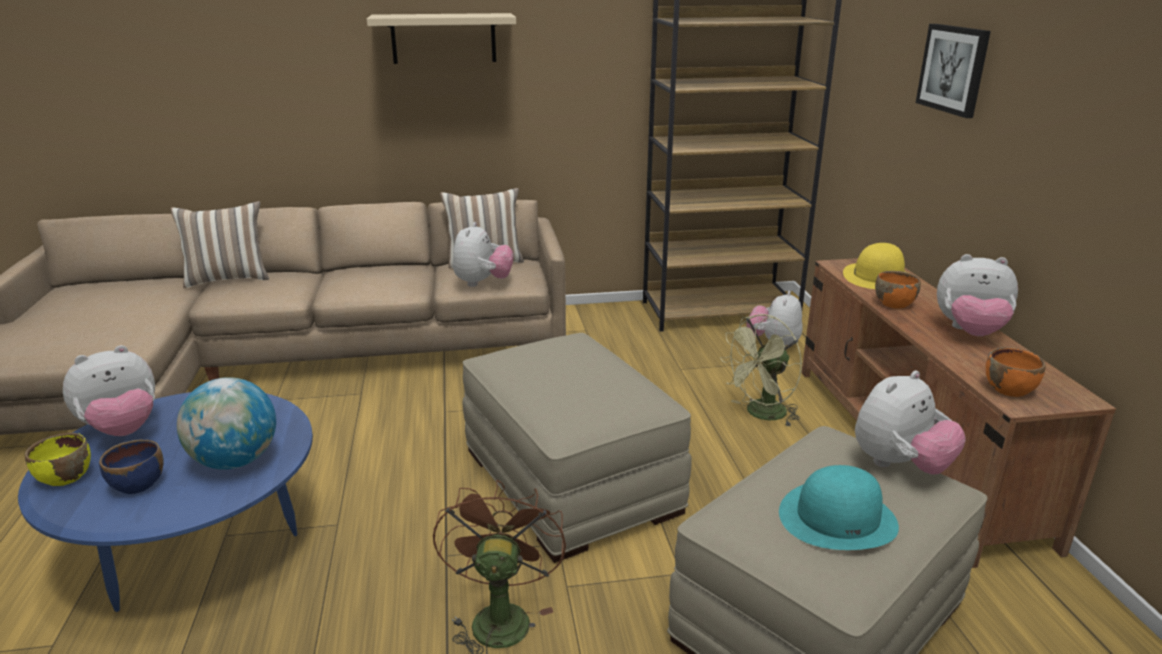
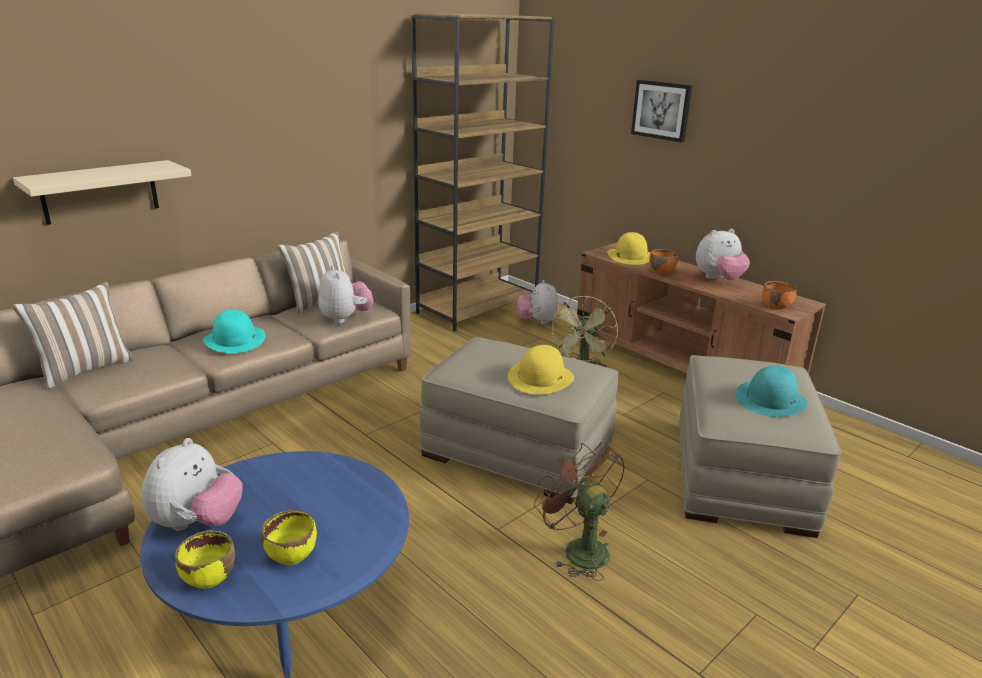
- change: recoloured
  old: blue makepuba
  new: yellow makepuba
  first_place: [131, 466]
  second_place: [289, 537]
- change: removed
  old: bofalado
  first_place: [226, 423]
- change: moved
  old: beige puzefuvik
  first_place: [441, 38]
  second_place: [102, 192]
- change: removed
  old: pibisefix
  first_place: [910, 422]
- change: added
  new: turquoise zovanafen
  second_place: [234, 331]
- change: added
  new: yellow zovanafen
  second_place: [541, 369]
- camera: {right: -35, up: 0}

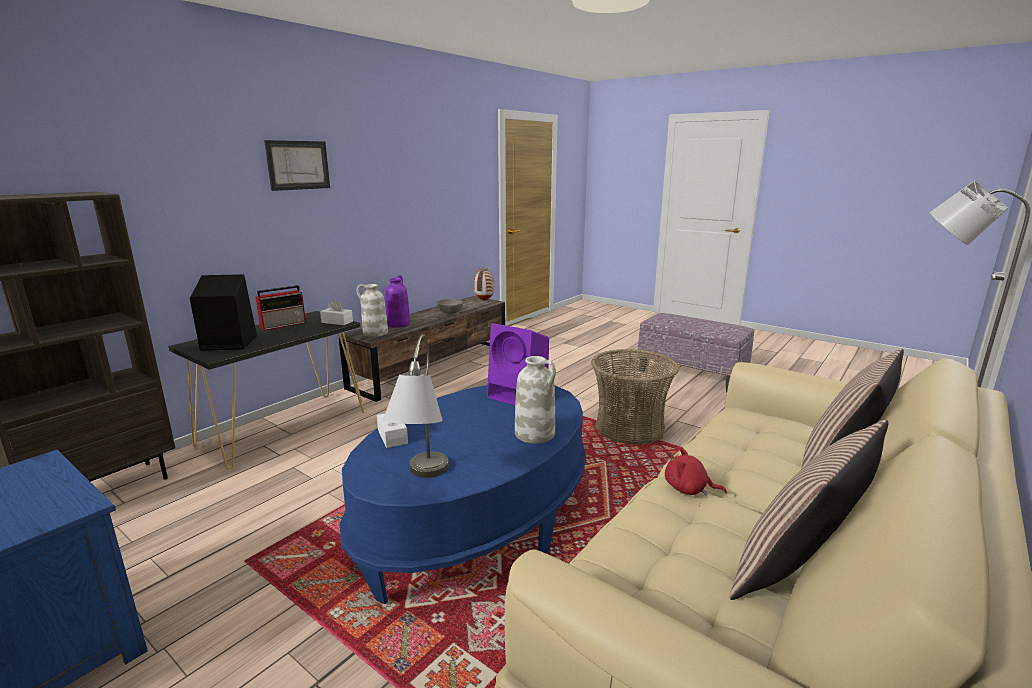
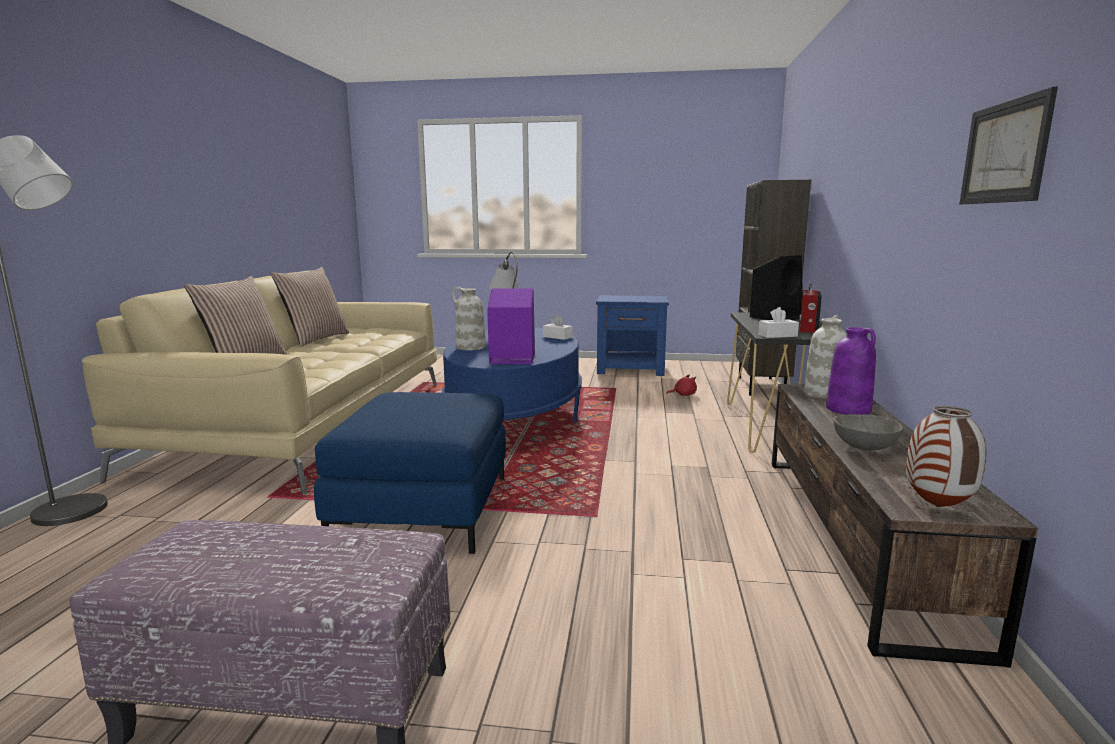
- change: moved
  old: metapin
  first_place: [297, 165]
  second_place: [1008, 145]
- change: replaced
  old: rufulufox
  new: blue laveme
  first_place: [635, 397]
  second_place: [410, 473]
- change: moved
  old: red pibisefix
  first_place: [696, 471]
  second_place: [681, 385]
- camera: {right: 150, up: -5}

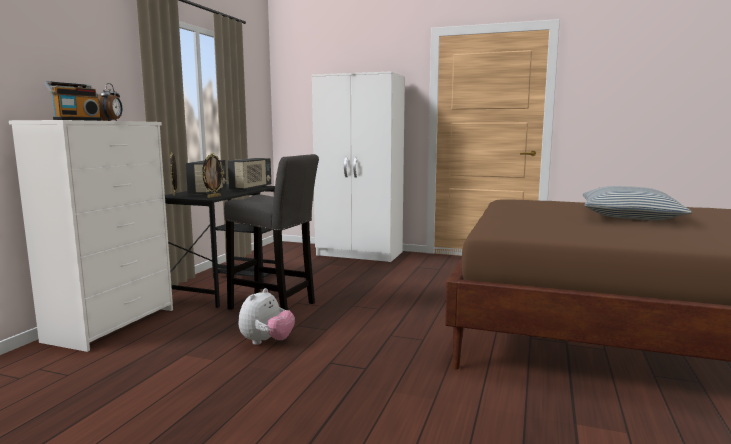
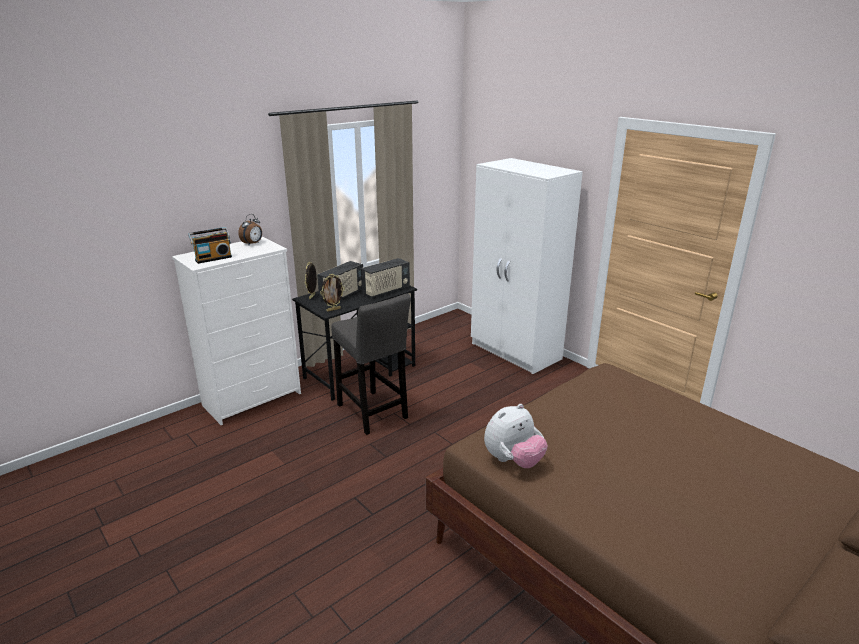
- change: moved
  old: pibisefix
  first_place: [267, 316]
  second_place: [516, 436]
- change: removed
  old: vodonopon
  first_place: [637, 203]
- camera: {right: 30, up: 15}

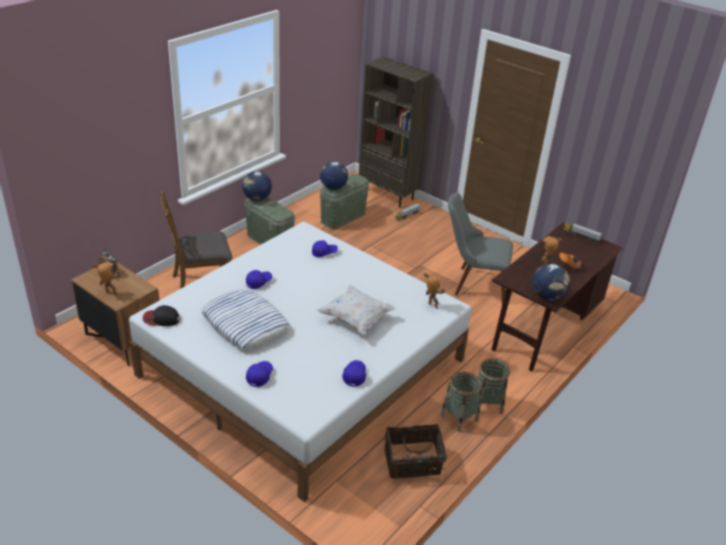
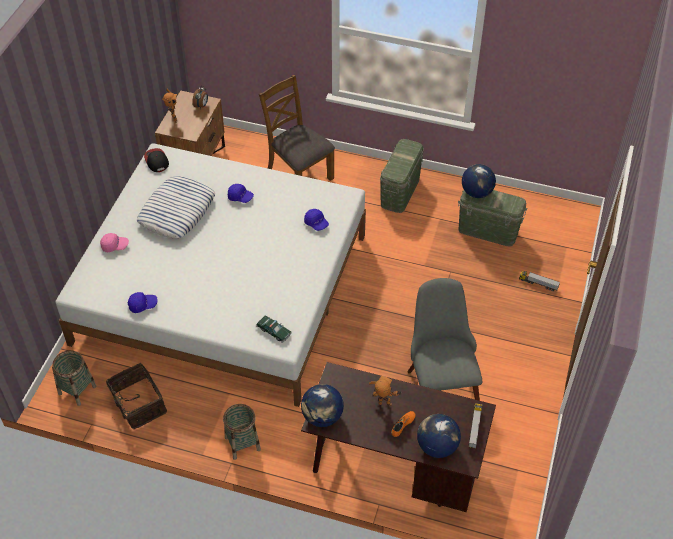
- change: moved
  old: bofalado
  first_place: [257, 186]
  second_place: [439, 436]
- change: recoloured
  old: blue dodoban
  new: pink dodoban
  first_place: [259, 374]
  second_place: [114, 242]
- change: removed
  old: white vodonopon
  first_place: [356, 309]
- change: removed
  old: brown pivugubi
  first_place: [396, 132]
- change: replaced
  old: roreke
  new: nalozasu
  first_place: [434, 291]
  second_place: [274, 329]
- change: moved
  old: rufulufox
  first_place: [461, 402]
  second_place: [74, 378]
- camera: {right: 70, up: 15}

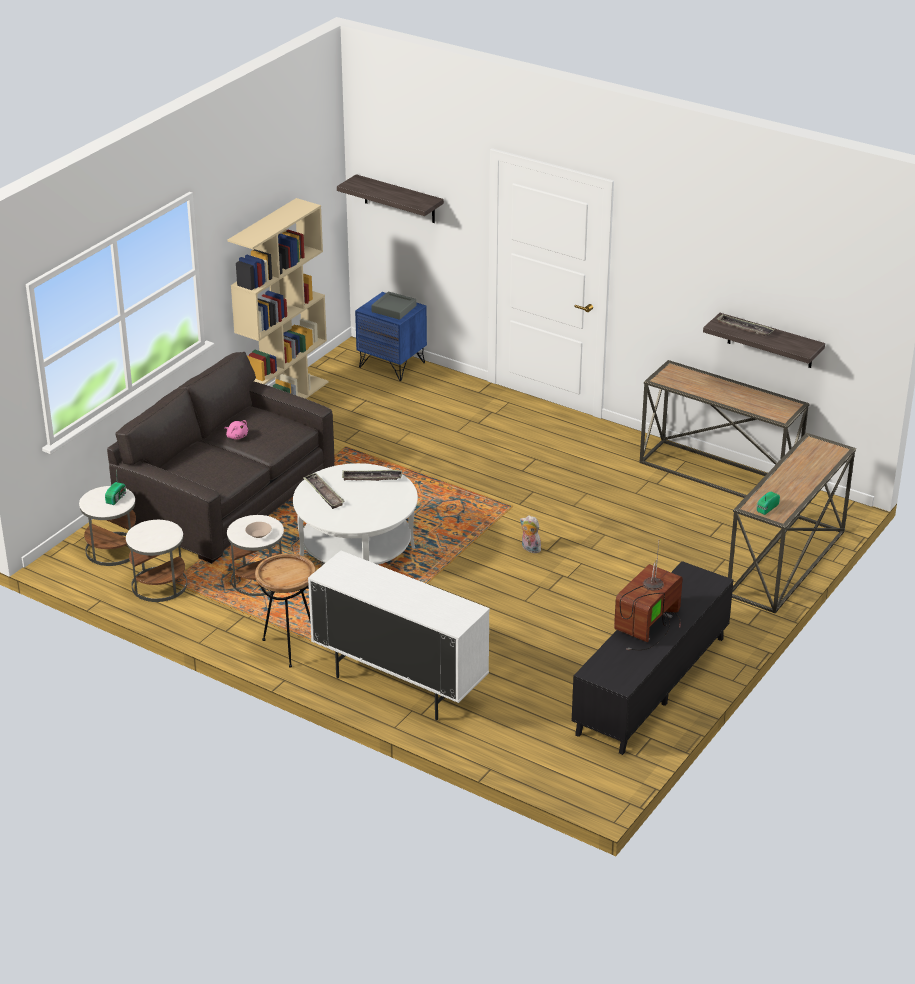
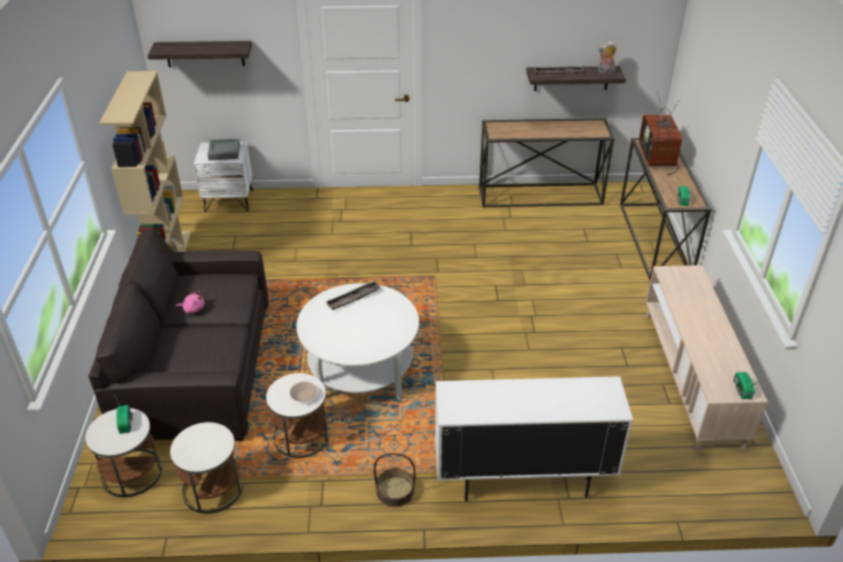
- change: replaced
  old: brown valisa
  new: rufulufox
  first_place: [285, 611]
  second_place: [395, 480]
- change: removed
  old: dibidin
  first_place: [324, 491]
- change: recoloured
  old: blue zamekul
  new: white zamekul
  first_place: [391, 336]
  second_place: [223, 177]
- change: moved
  old: pibisefix
  first_place: [531, 534]
  second_place: [607, 58]
- change: recoloured
  old: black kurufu
  new: beige kurufu
  first_place: [653, 658]
  second_place: [707, 358]
- change: moved
  old: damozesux
  first_place: [648, 596]
  second_place: [660, 133]
- change: added
  new: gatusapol
  second_place: [746, 385]
- camera: {right: -35, up: 5}

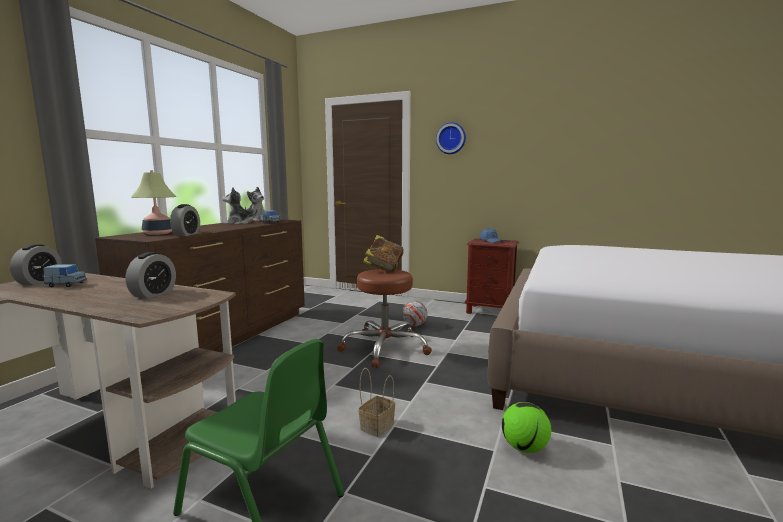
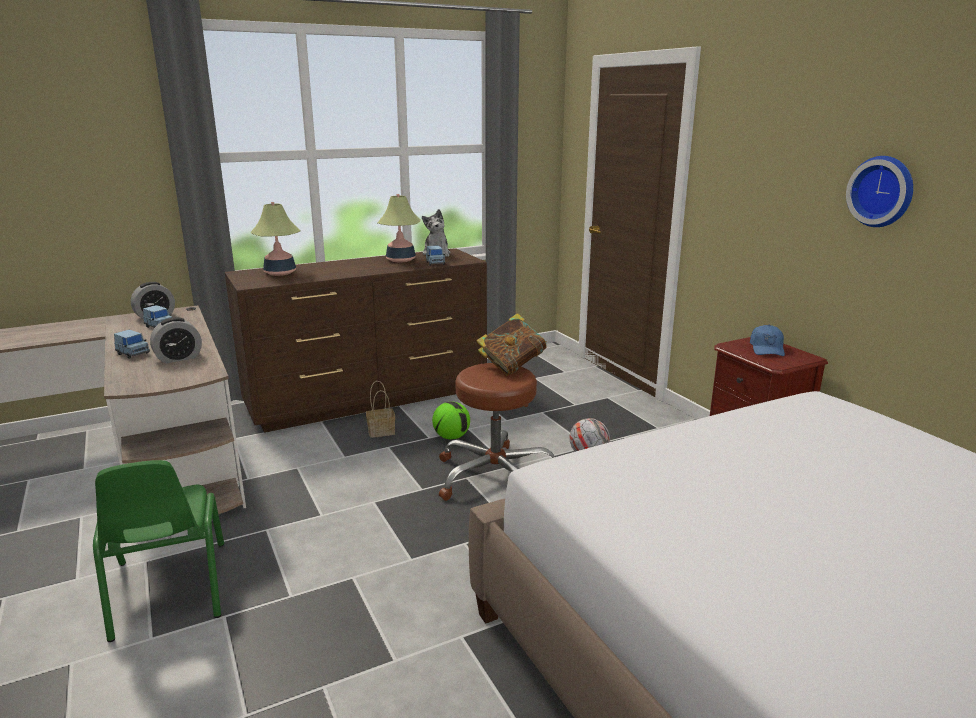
- change: removed
  old: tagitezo
  first_place: [185, 220]
- change: replaced
  old: pibisefix
  new: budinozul
  first_place: [240, 206]
  second_place: [399, 228]
- change: moved
  old: rufulufox
  first_place: [377, 402]
  second_place: [380, 409]
- change: moved
  old: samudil
  first_place: [451, 138]
  second_place: [879, 191]
- change: moved
  old: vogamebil
  first_place: [526, 427]
  second_place: [451, 420]
- change: added
  new: blue nalozasu
  second_place: [132, 344]
- camera: {right: 40, up: 10}

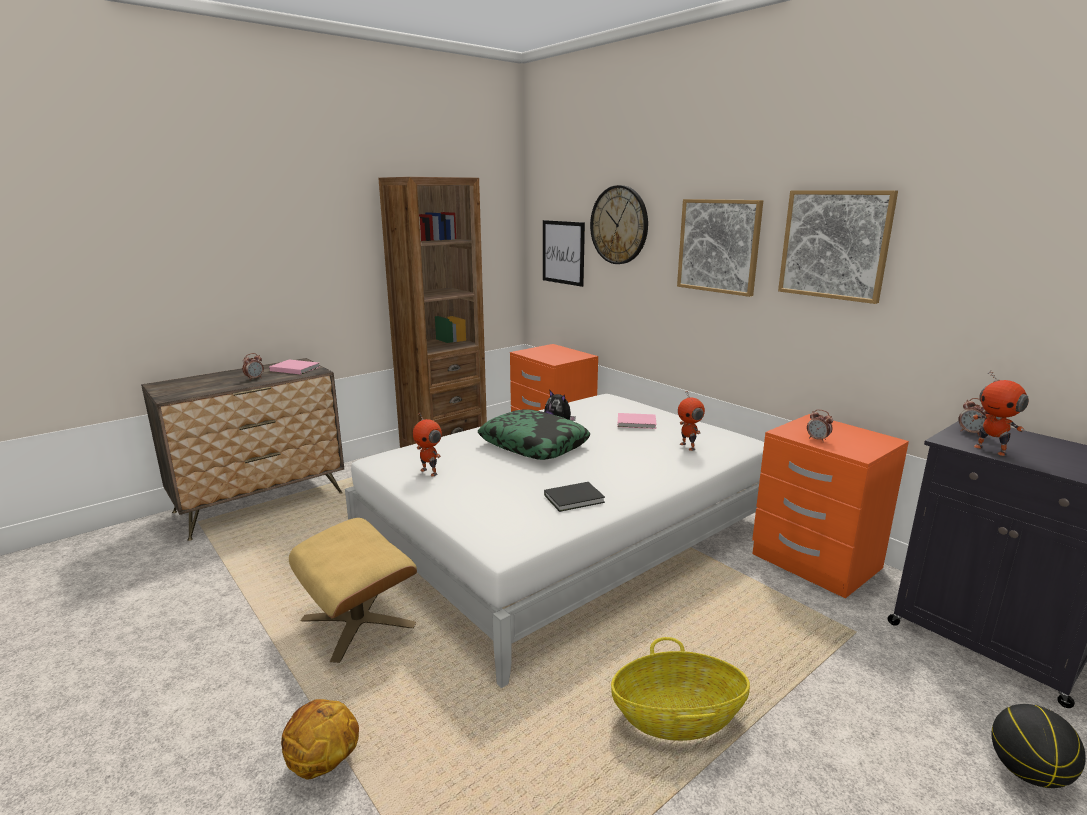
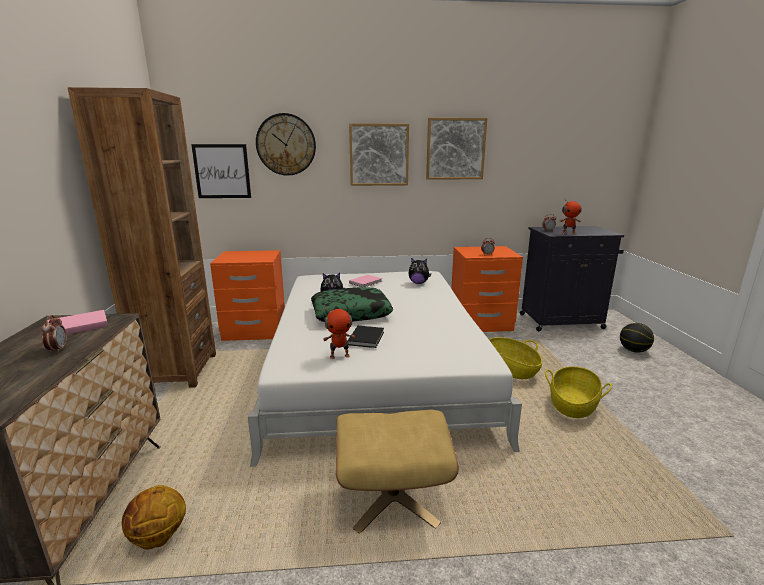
- change: moved
  old: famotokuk
  first_place: [320, 739]
  second_place: [154, 517]
- change: moved
  old: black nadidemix
  first_place: [574, 497]
  second_place: [366, 337]
- change: replaced
  old: roreke
  new: pibisefix
  first_place: [691, 420]
  second_place: [419, 271]
- change: added
  new: rufulufox
  second_place: [515, 358]
- camera: {right: -55, up: 0}

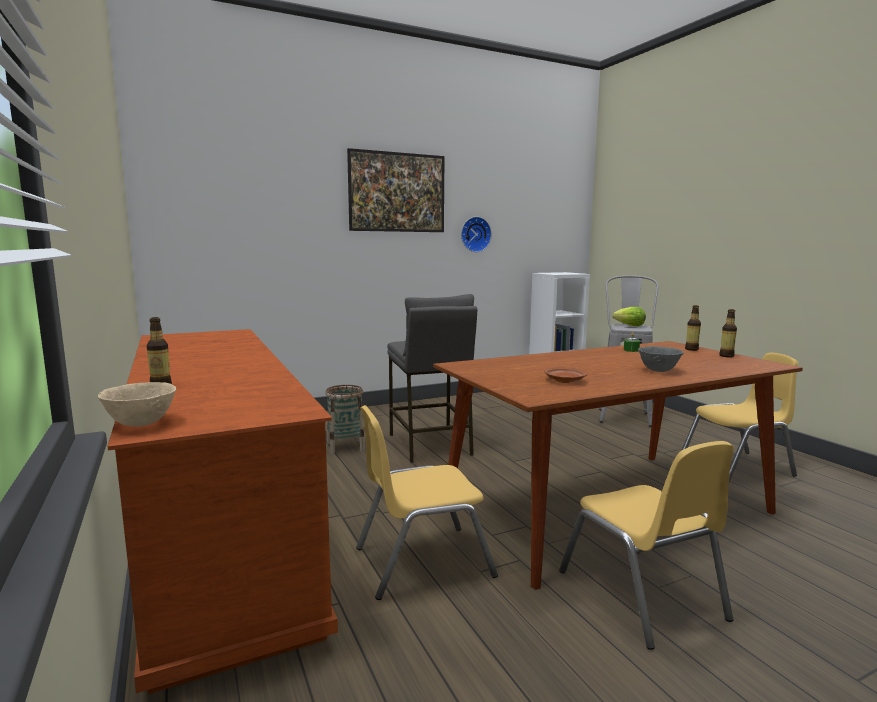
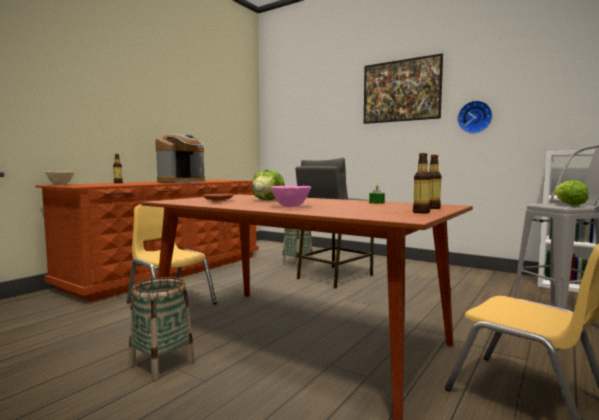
- change: replaced
  old: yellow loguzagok
  new: rufulufox
  first_place: [646, 545]
  second_place: [162, 328]
- change: recoloured
  old: grey makepuba
  new: pink makepuba
  first_place: [661, 359]
  second_place: [291, 196]
- change: added
  new: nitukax
  second_place: [180, 158]
- change: added
  new: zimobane
  second_place: [268, 185]
- camera: {right: 60, up: -5}

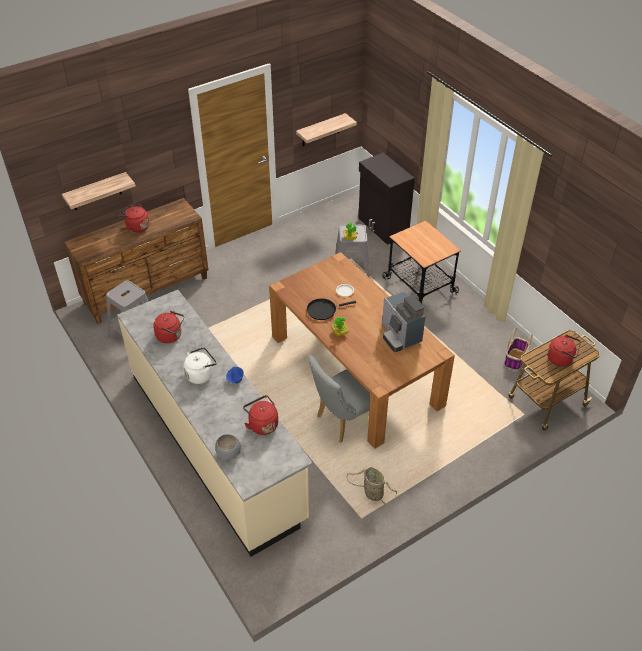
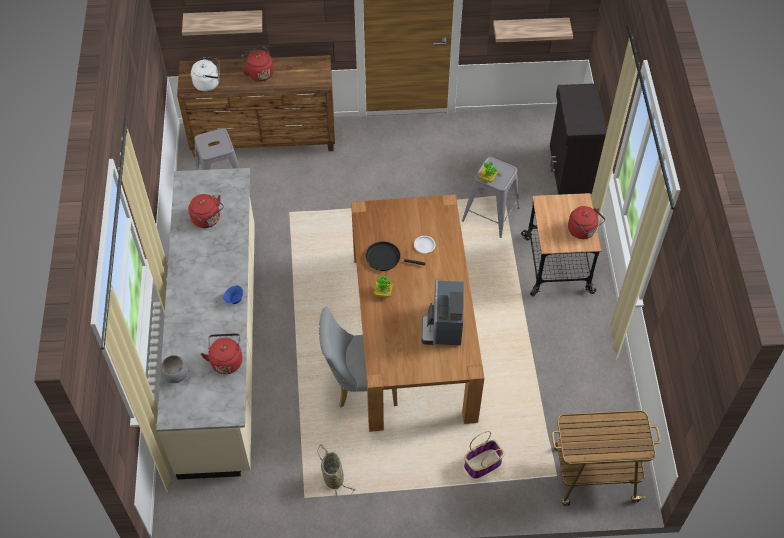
- change: moved
  old: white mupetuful
  first_place: [200, 365]
  second_place: [205, 74]
- change: moved
  old: rufulufox
  first_place: [518, 349]
  second_place: [484, 455]
- change: moved
  old: red mupetuful
  first_place: [564, 350]
  second_place: [586, 222]
- camera: {right: 30, up: 10}

